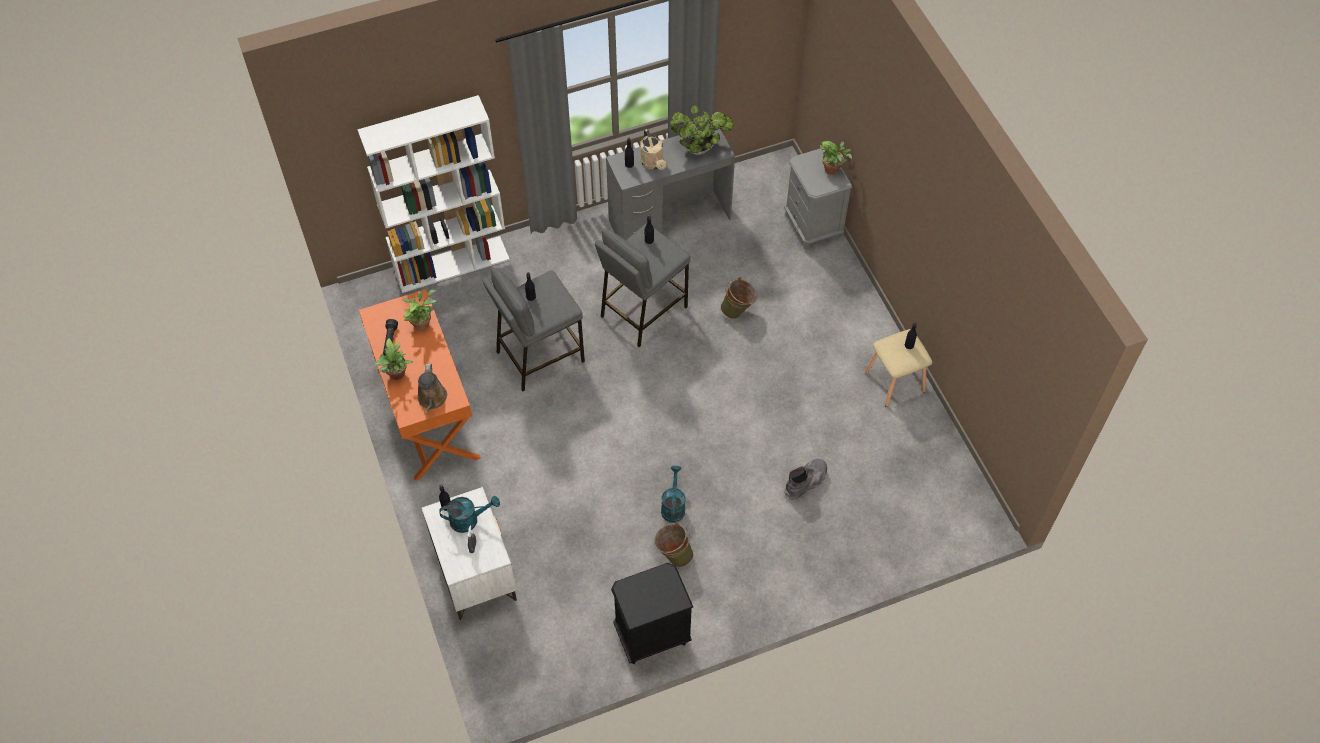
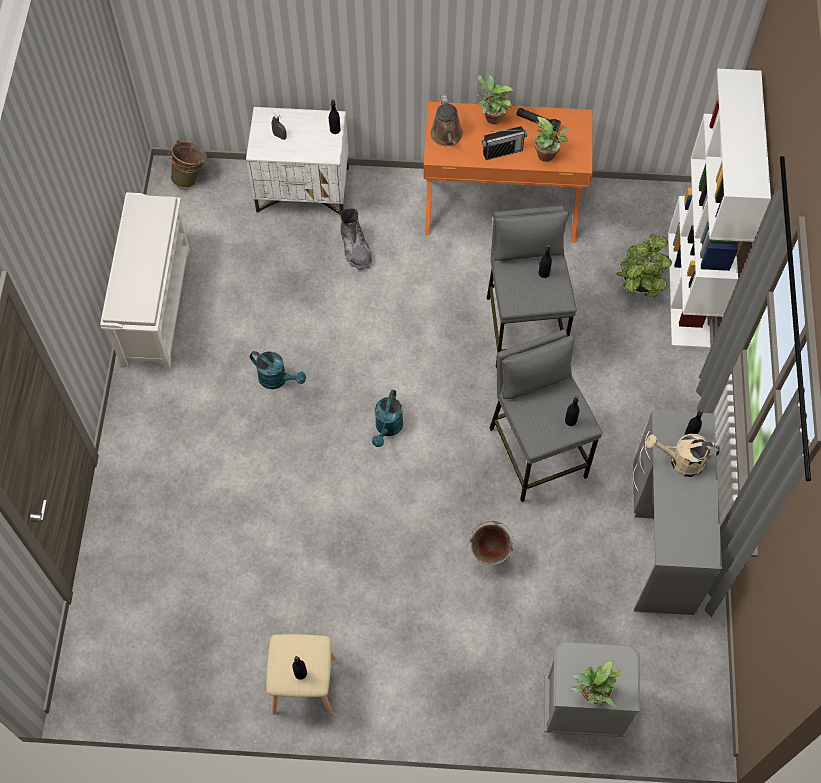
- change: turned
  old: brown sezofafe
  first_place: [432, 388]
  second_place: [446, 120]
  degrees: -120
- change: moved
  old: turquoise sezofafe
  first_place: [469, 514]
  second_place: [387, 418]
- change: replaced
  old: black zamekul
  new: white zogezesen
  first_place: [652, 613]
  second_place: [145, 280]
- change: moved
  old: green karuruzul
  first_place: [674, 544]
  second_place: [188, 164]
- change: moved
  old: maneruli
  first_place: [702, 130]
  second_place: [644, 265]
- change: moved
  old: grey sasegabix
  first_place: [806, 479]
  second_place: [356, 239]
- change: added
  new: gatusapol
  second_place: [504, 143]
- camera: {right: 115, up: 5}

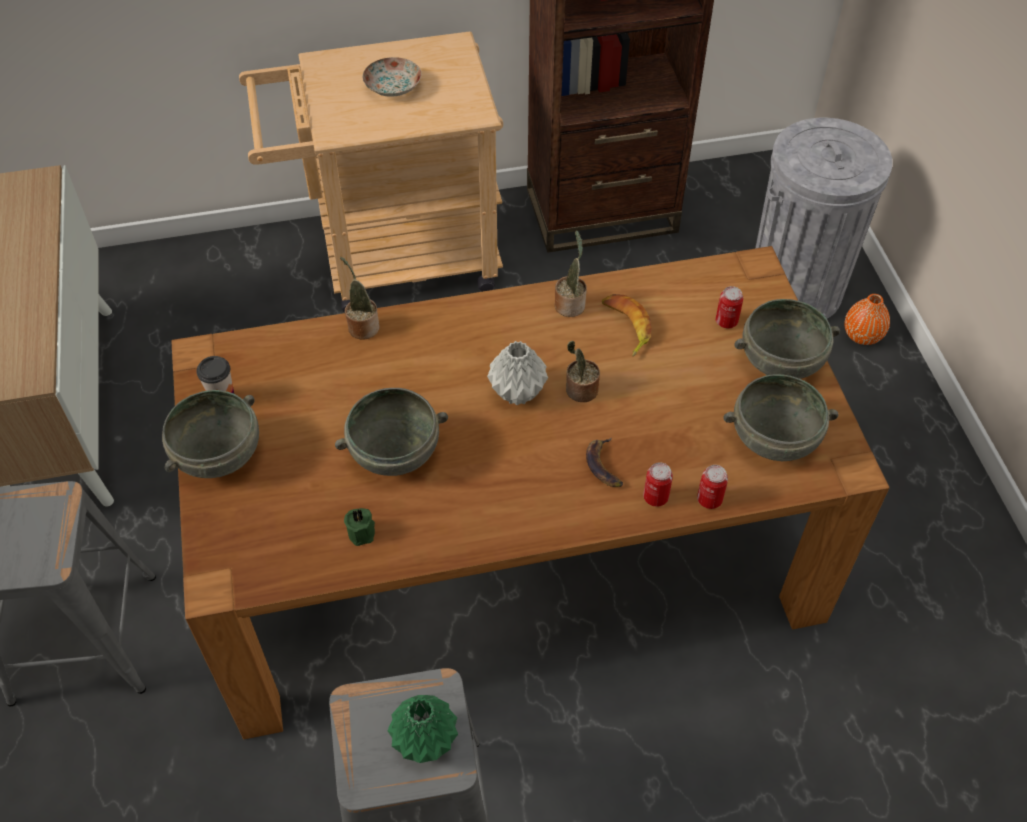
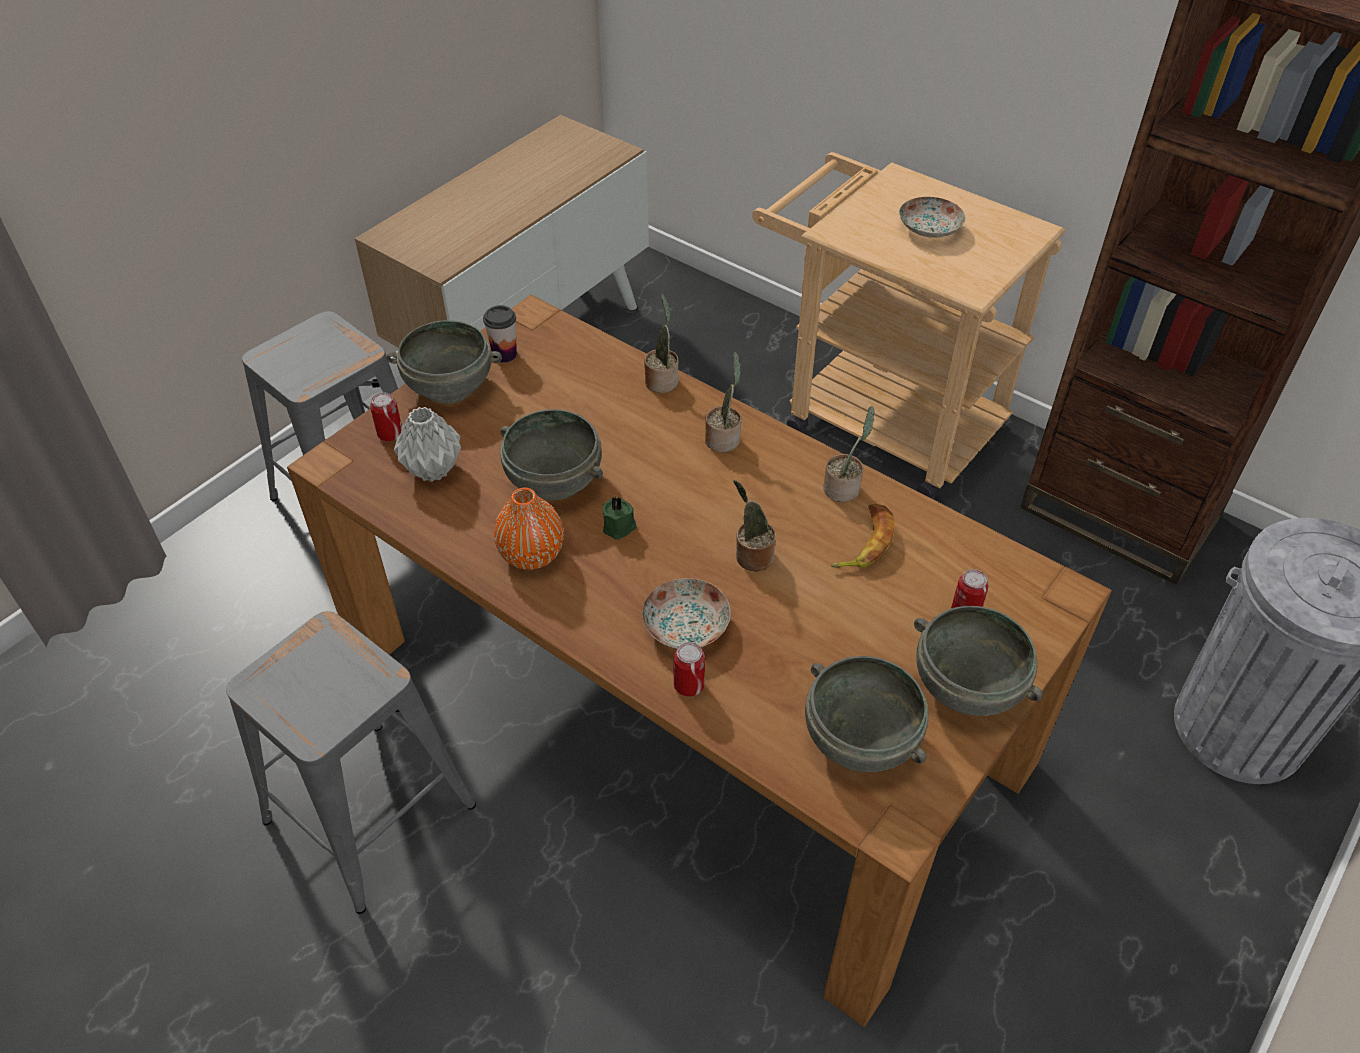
- change: moved
  old: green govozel
  first_place: [359, 527]
  second_place: [619, 518]
- change: removed
  old: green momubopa
  first_place: [422, 729]
- change: moved
  old: grey momubopa
  first_place: [517, 373]
  second_place: [427, 444]
- change: replaced
  old: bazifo
  new: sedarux
  first_place: [604, 462]
  second_place: [686, 613]
- change: moved
  old: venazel
  first_place: [712, 487]
  second_place: [386, 417]
- change: moved
  old: orange momubopa
  first_place: [867, 319]
  second_place: [529, 529]
- change: added
  new: maneruli
  second_place: [723, 402]
- camera: {right: 50, up: -5}

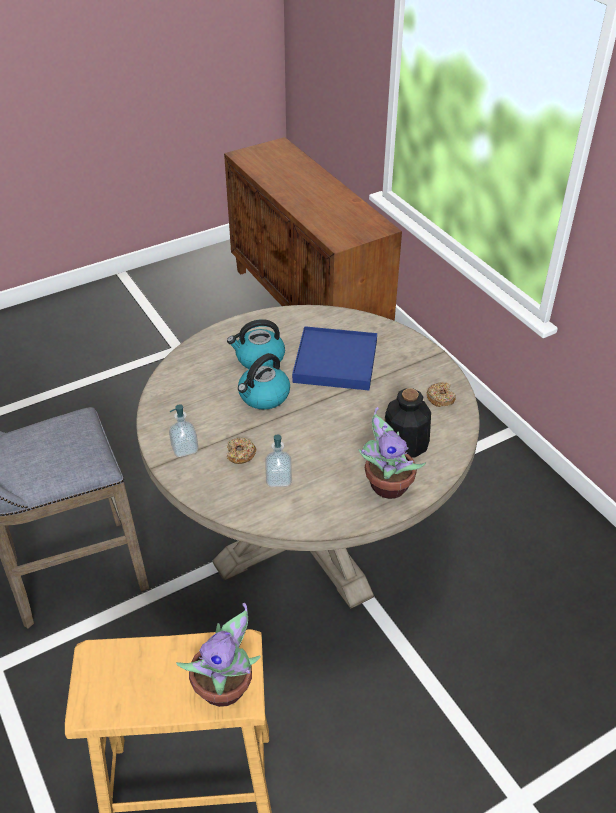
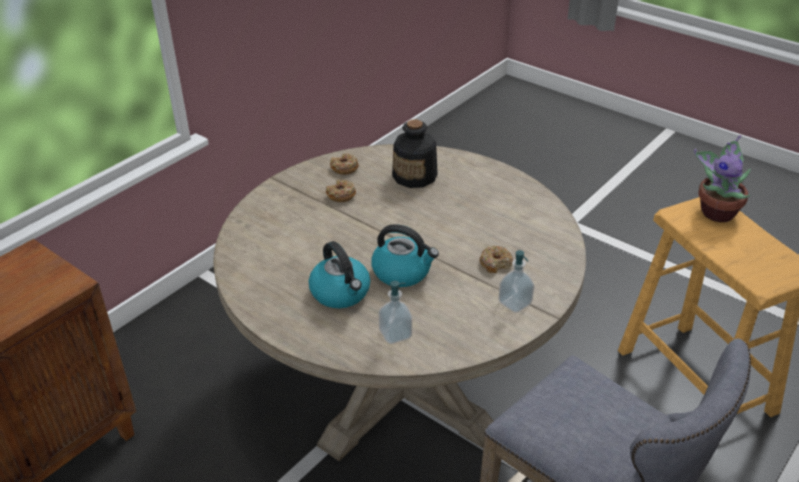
- change: moved
  old: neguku
  first_place: [278, 460]
  second_place: [395, 312]
- change: removed
  old: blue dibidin
  first_place: [334, 358]
- change: removed
  old: maneruli
  first_place: [392, 453]
- change: added
  new: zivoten
  second_place: [341, 190]
- camera: {right: -110, up: -5}

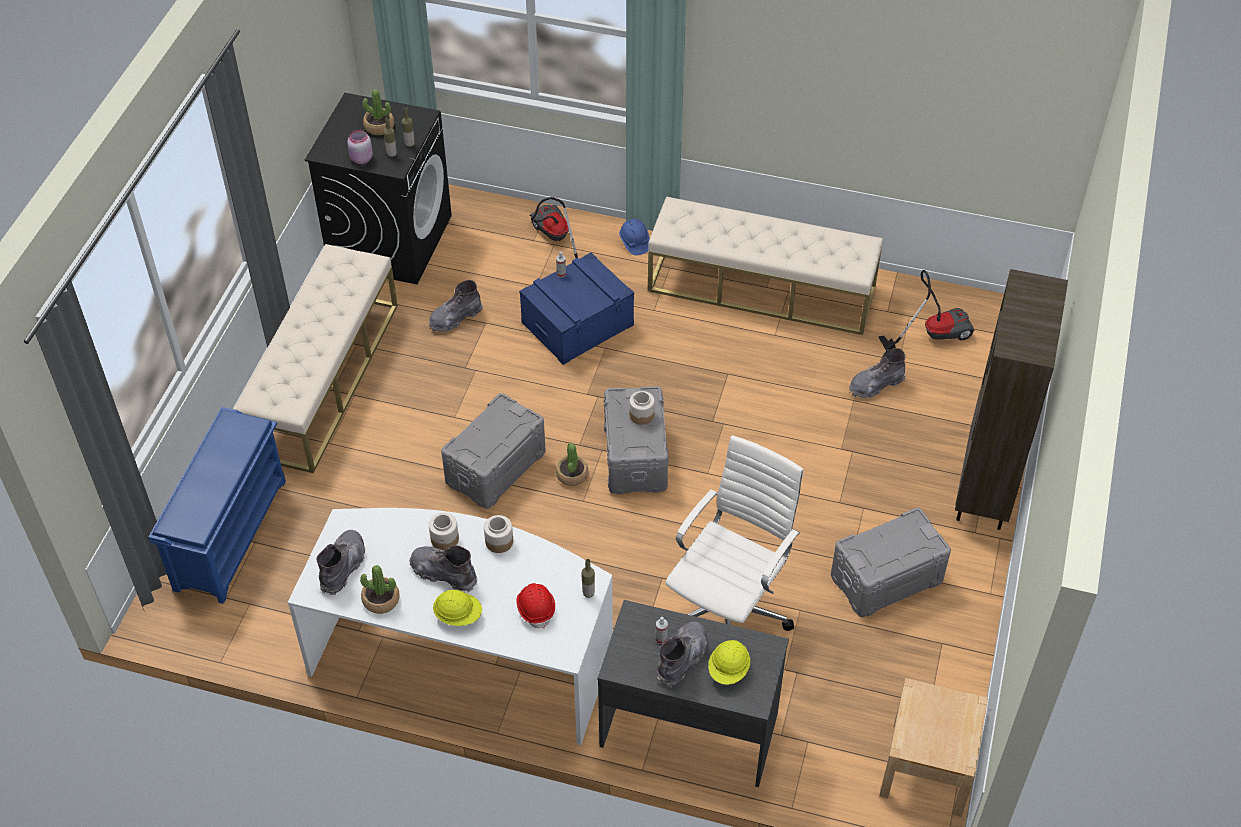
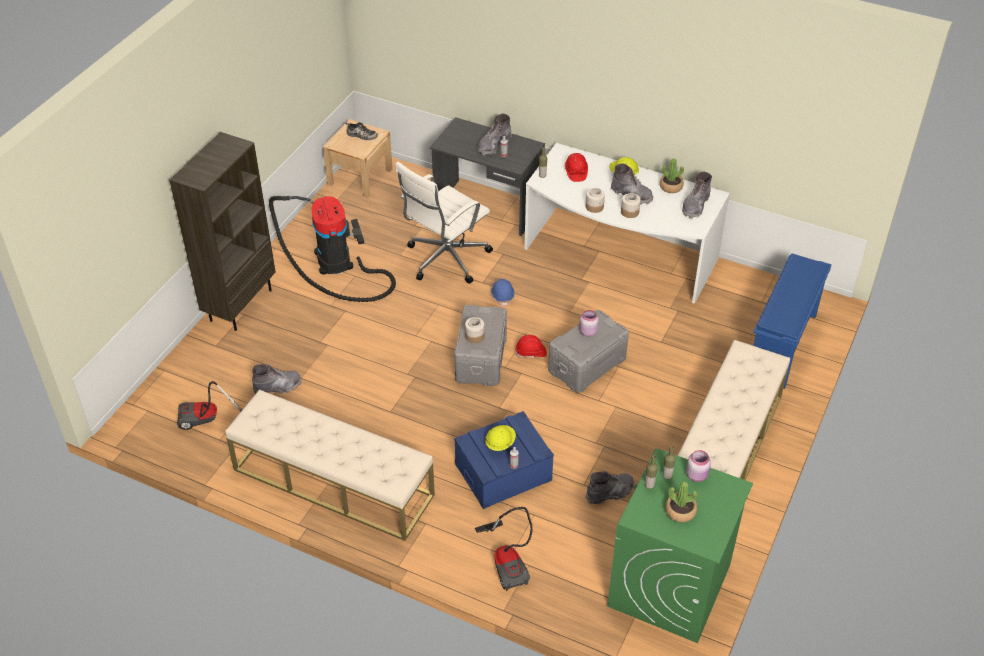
- change: recoloured
  old: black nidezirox
  new: green nidezirox
  first_place: [378, 188]
  second_place: [680, 545]
- change: replaced
  old: maneruli
  new: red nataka
  first_place: [572, 464]
  second_place: [531, 346]
- change: moved
  old: blue nataka
  first_place: [634, 237]
  second_place: [503, 292]
- change: moved
  old: yellow nataka
  first_place: [729, 662]
  second_place: [500, 438]
- change: replaced
  old: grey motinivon
  new: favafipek
  first_place: [891, 562]
  second_place: [332, 249]
- change: added
  new: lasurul
  second_place: [361, 131]
- change: added
  new: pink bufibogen
  second_place: [589, 323]
- camera: {right: -170, up: -5}

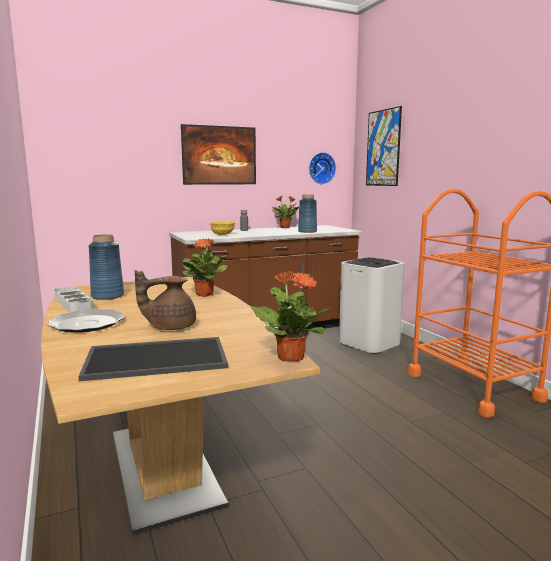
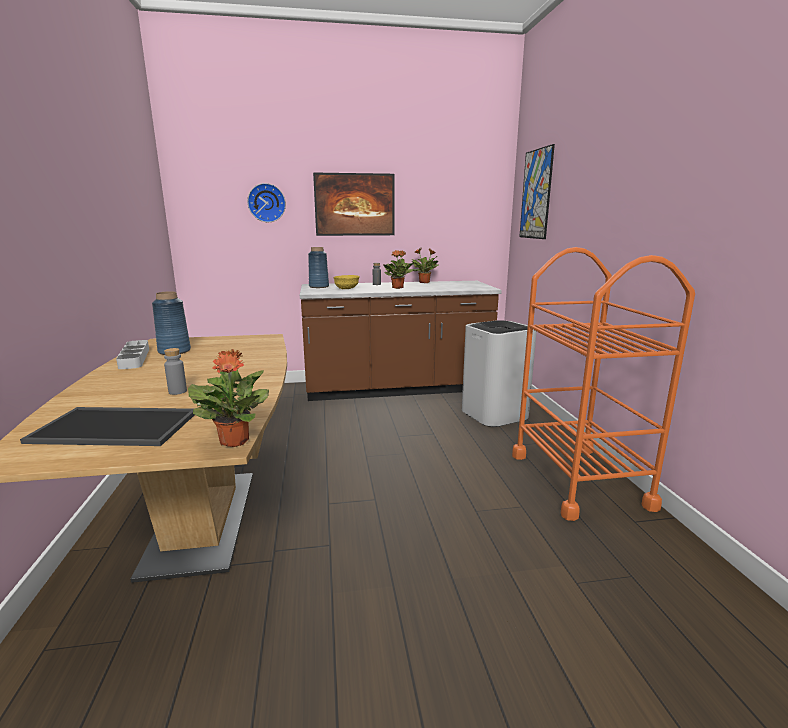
- change: removed
  old: sedarux
  first_place: [86, 321]
- change: replaced
  old: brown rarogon
  new: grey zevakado
  first_place: [165, 300]
  second_place: [175, 371]
- change: moved
  old: maneruli
  first_place: [205, 267]
  second_place: [398, 269]
- change: moved
  old: blue momubopa
  first_place: [307, 213]
  second_place: [318, 267]
- change: moved
  old: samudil
  first_place: [322, 168]
  second_place: [266, 202]
- camera: {right: 15, up: 5}

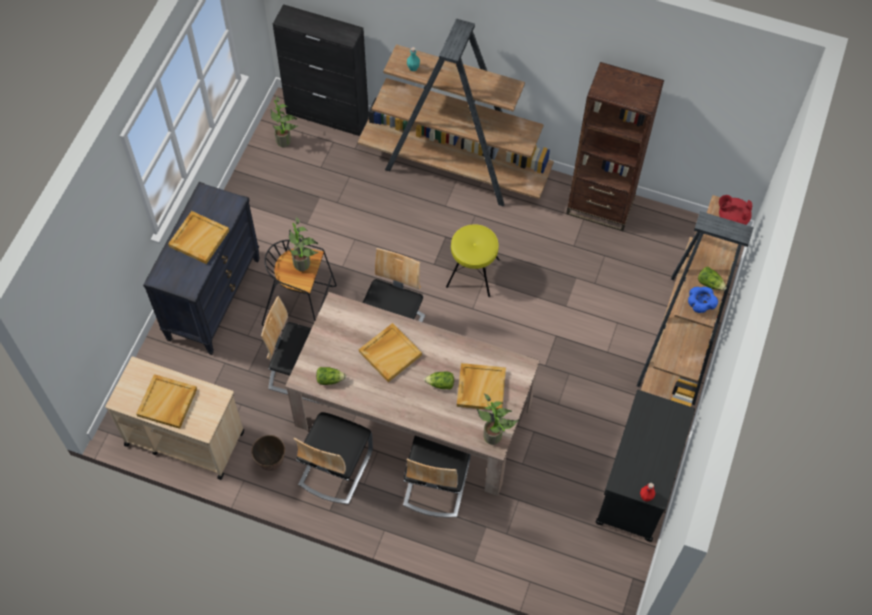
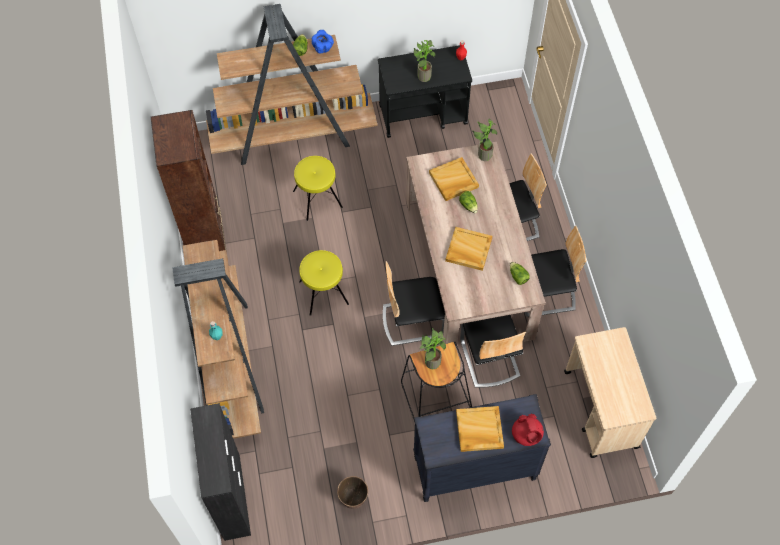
- change: removed
  old: beige dibidin
  first_place: [166, 401]
- change: moved
  old: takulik
  first_place: [268, 453]
  second_place: [352, 492]
- change: moved
  old: maneruli
  first_place: [284, 121]
  second_place: [424, 61]
- change: moved
  old: red rarogon
  first_place: [735, 210]
  second_place: [528, 429]
- change: added
  new: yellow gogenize
  second_place: [318, 188]
- camera: {right: -120, up: 0}

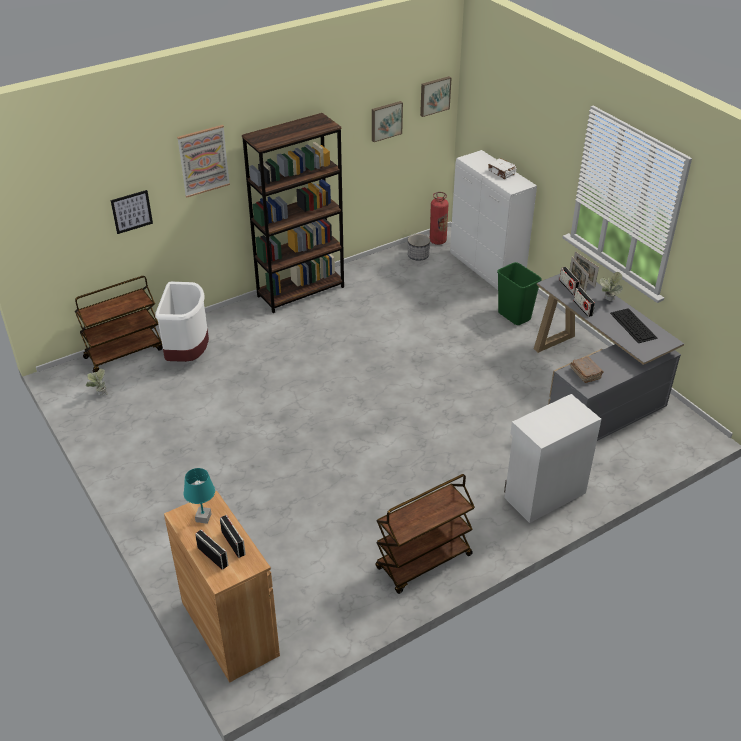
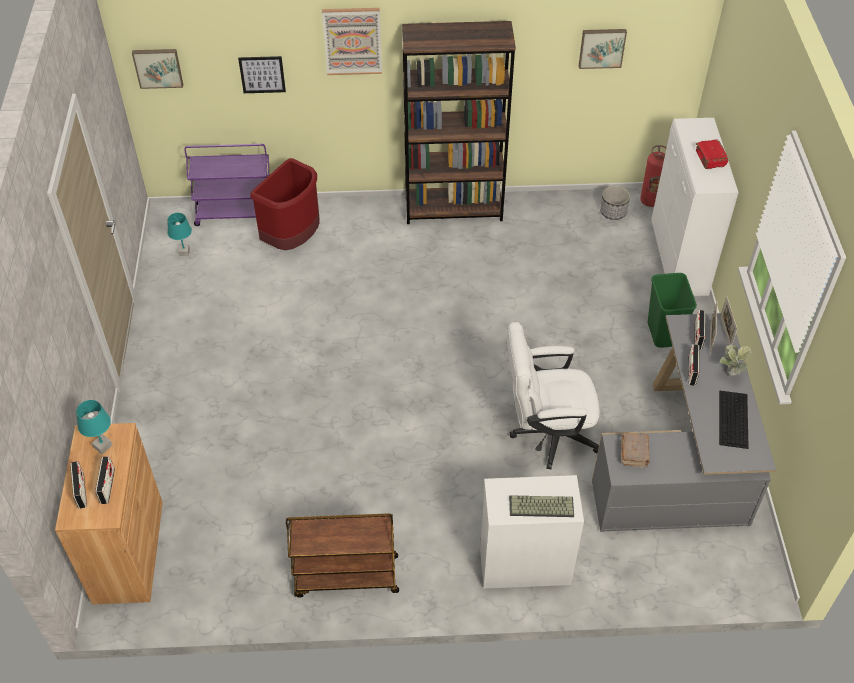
- change: recoloured
  old: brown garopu
  new: purple garopu
  first_place: [119, 324]
  second_place: [227, 185]
- change: replaced
  old: maneruli
  new: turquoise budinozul
  first_place: [97, 382]
  second_place: [179, 234]
- change: recoloured
  old: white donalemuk
  new: red donalemuk
  first_place: [182, 321]
  second_place: [285, 204]
- change: moved
  old: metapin
  first_place: [435, 96]
  second_place: [157, 69]
- change: recoloured
  old: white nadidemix
  new: red nadidemix
  first_place: [502, 168]
  second_place: [712, 154]
- change: added
  new: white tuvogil
  second_place: [553, 395]
- change: added
  new: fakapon
  second_place: [541, 506]
- camera: {right: 30, up: 10}

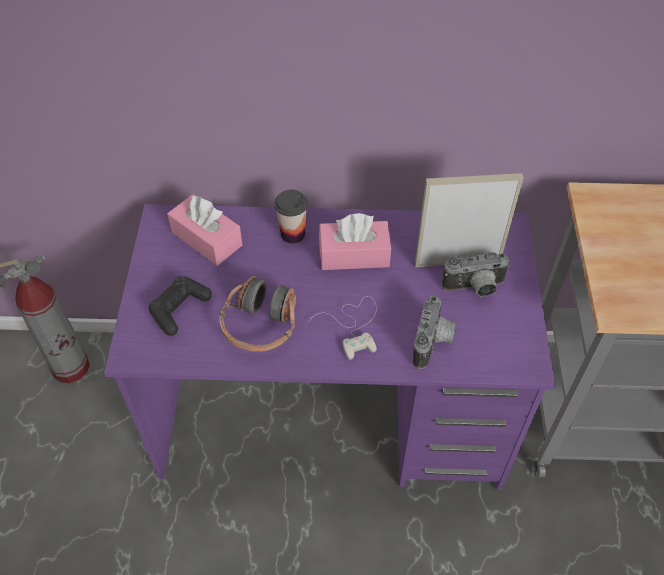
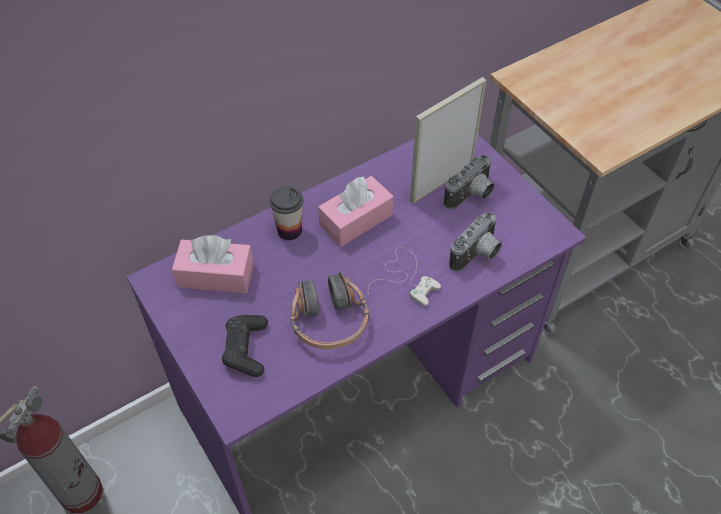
- change: turned
  old: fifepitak
  first_place: [435, 332]
  second_place: [475, 242]
  degrees: 60
- camera: {right: -35, up: 0}

